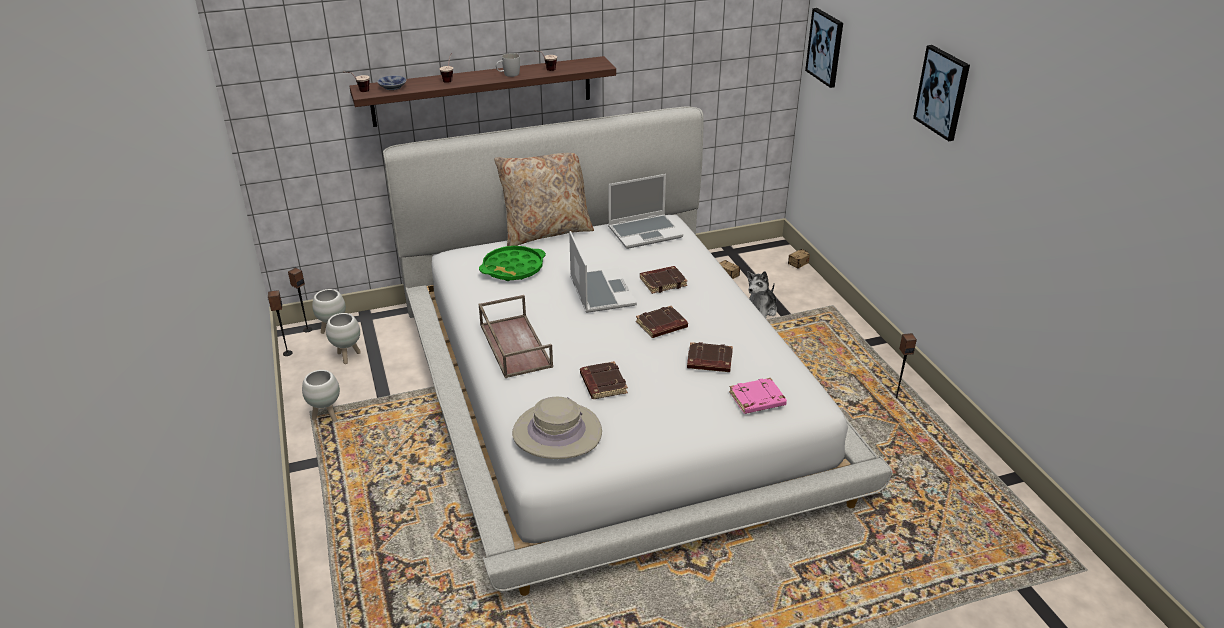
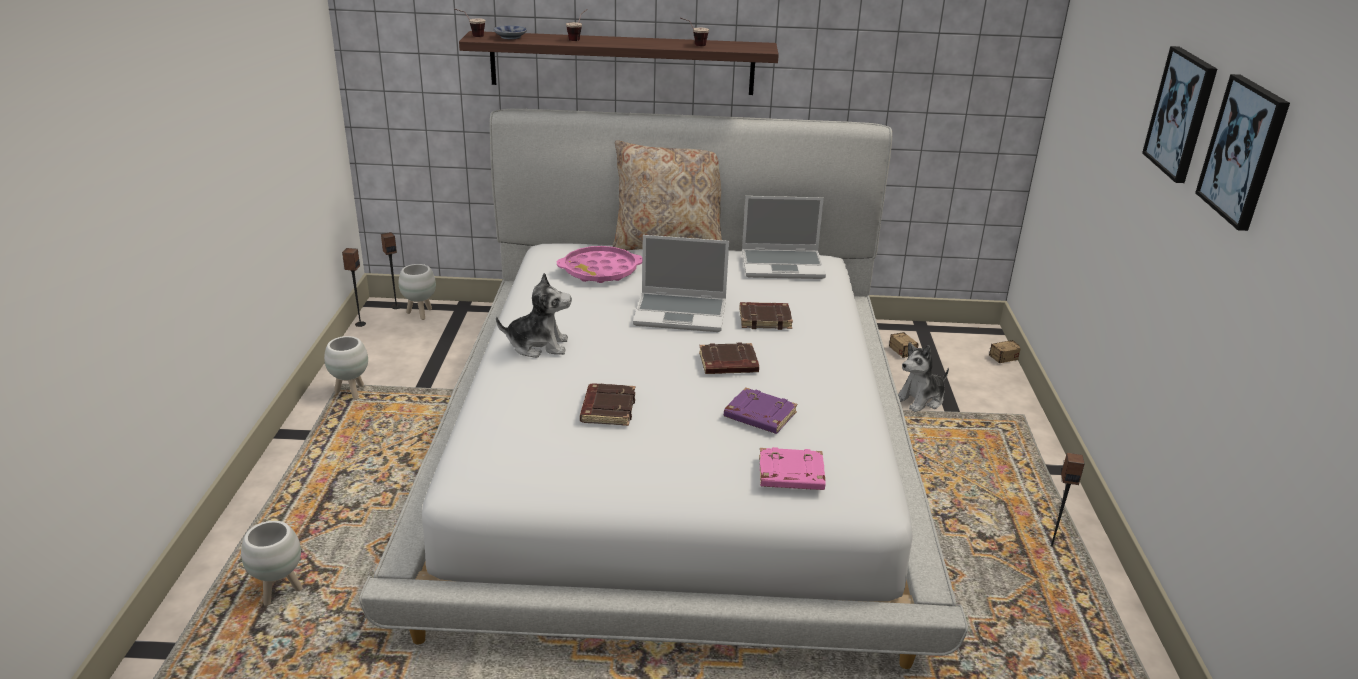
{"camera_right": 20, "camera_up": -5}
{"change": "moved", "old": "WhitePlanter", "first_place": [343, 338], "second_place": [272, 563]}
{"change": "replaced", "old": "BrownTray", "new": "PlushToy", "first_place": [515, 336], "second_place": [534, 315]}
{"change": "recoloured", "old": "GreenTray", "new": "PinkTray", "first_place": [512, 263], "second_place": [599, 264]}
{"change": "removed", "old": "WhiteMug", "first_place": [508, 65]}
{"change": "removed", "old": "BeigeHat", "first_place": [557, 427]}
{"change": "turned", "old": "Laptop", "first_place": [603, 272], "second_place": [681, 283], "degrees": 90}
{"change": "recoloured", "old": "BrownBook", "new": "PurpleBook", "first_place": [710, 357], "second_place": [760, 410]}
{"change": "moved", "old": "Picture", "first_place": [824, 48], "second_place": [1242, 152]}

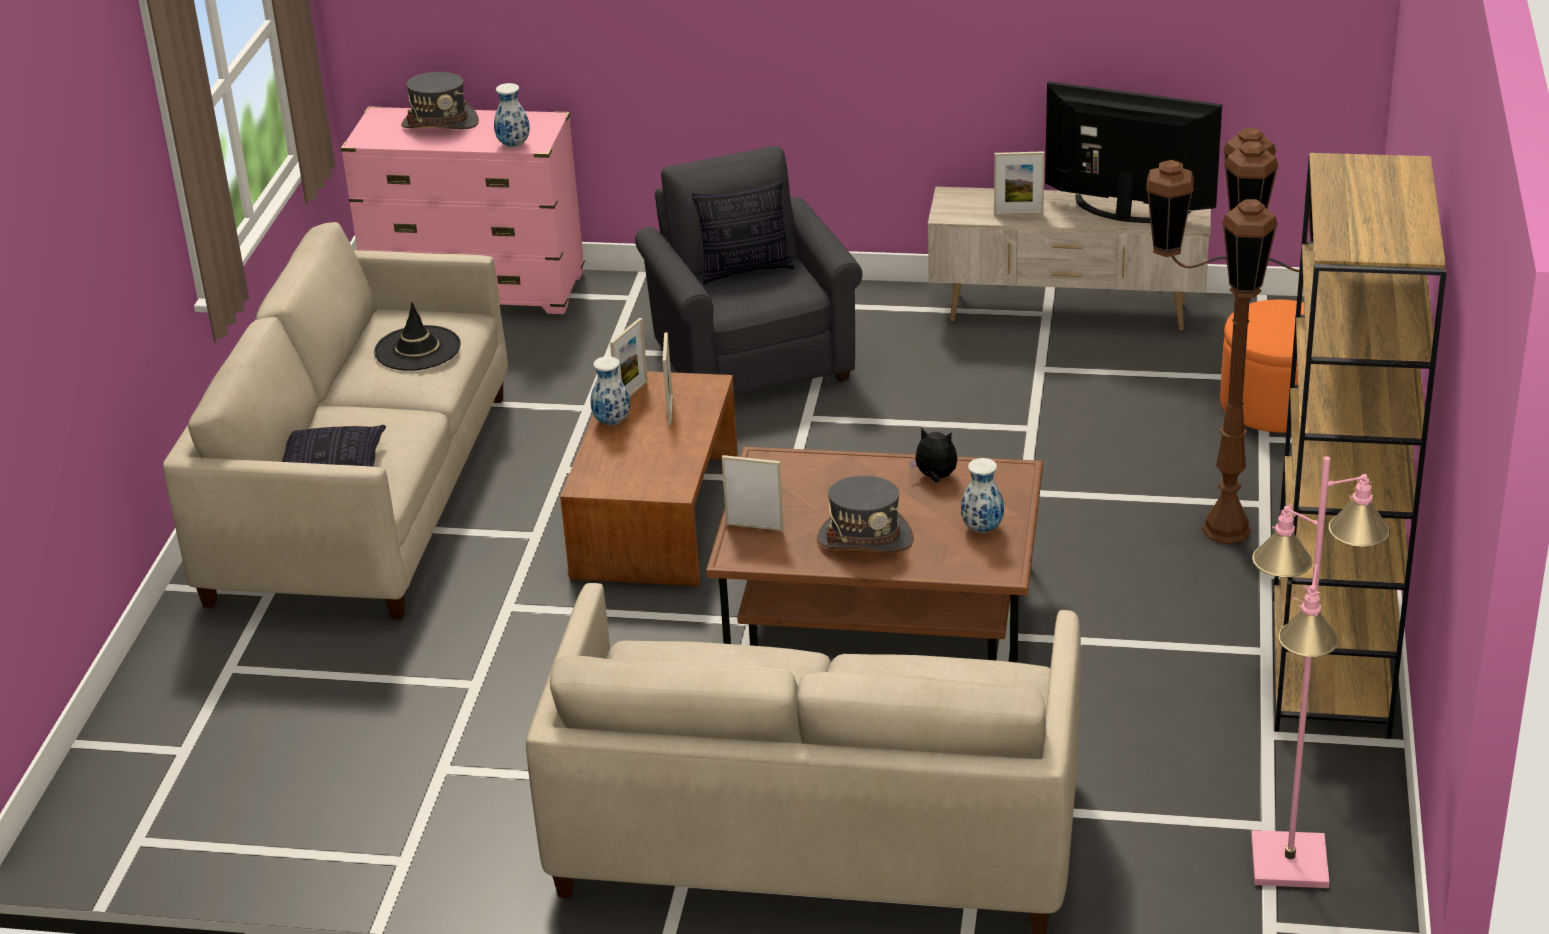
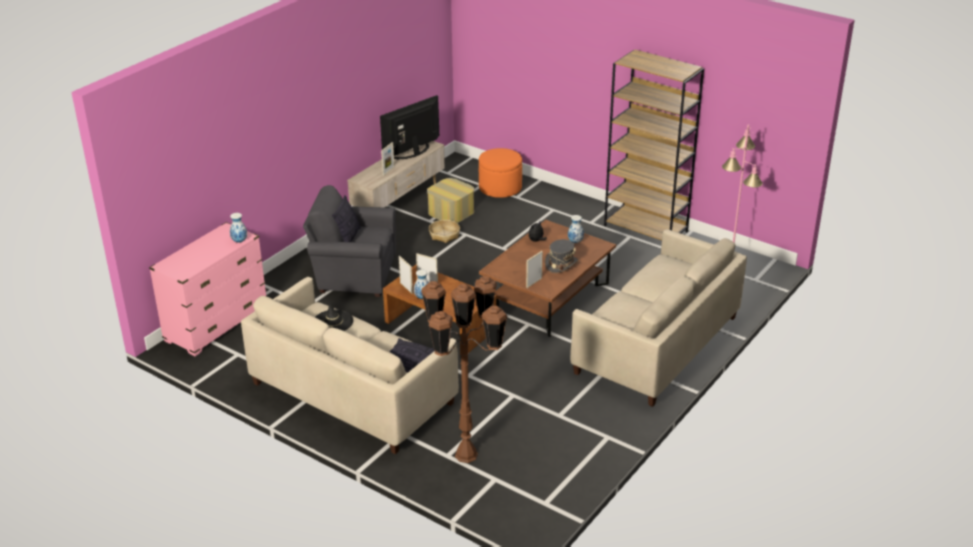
{"camera_right": -65, "camera_up": 0}
{"change": "removed", "old": "GreyHat", "first_place": [440, 100]}
{"change": "moved", "old": "BrownFloorLamp", "first_place": [1229, 336], "second_place": [464, 369]}
{"change": "added", "new": "Ottoman", "second_place": [450, 200]}
{"change": "added", "new": "Basket", "second_place": [444, 231]}

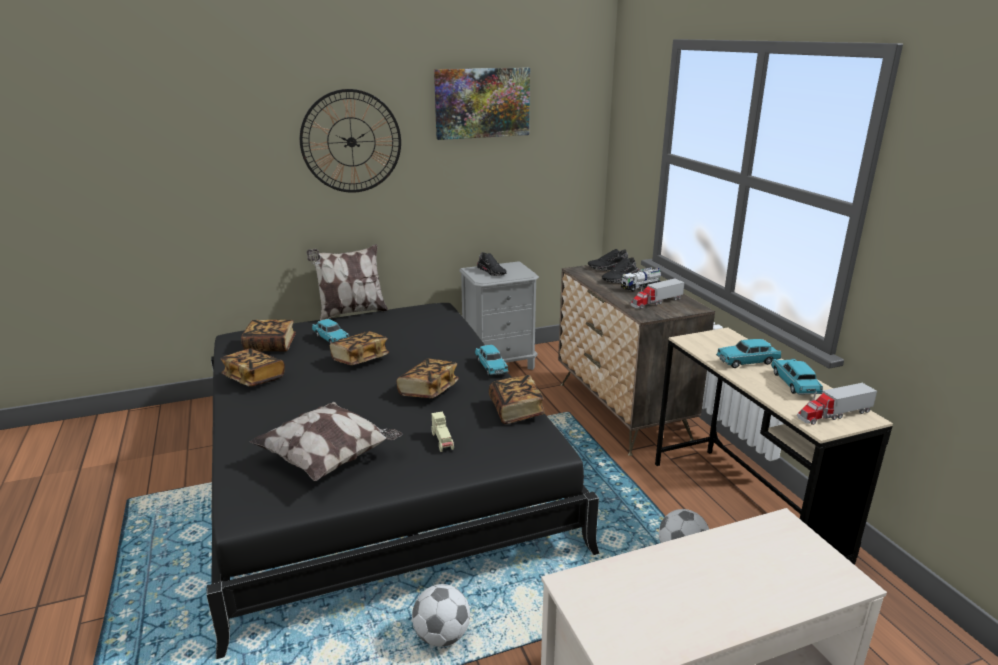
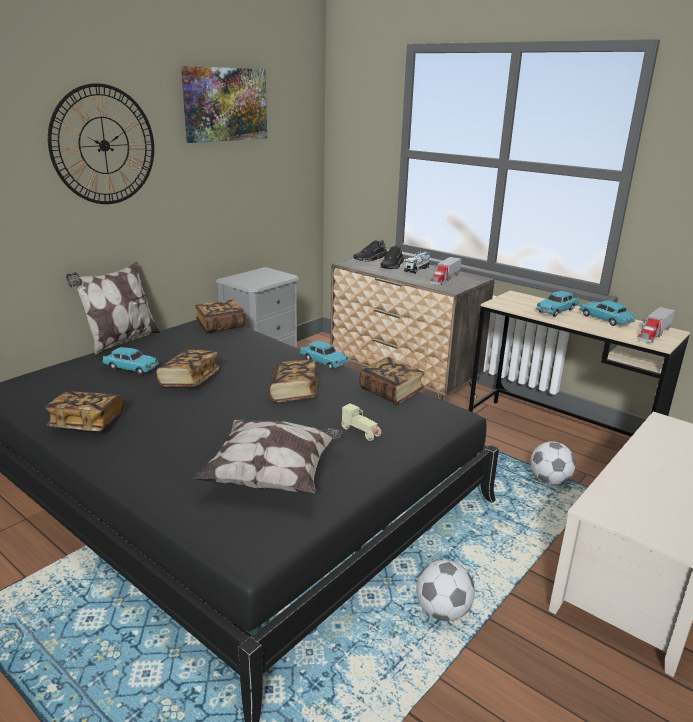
{"camera_right": -30, "camera_up": 0}
{"change": "moved", "old": "Book", "first_place": [268, 336], "second_place": [220, 316]}
{"change": "removed", "old": "BlackShoe", "first_place": [492, 264]}

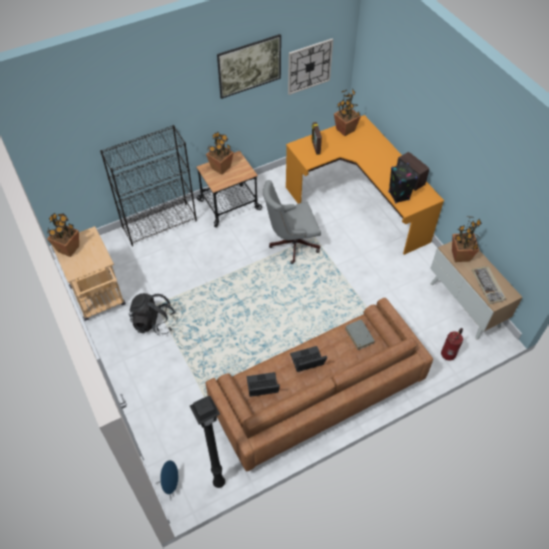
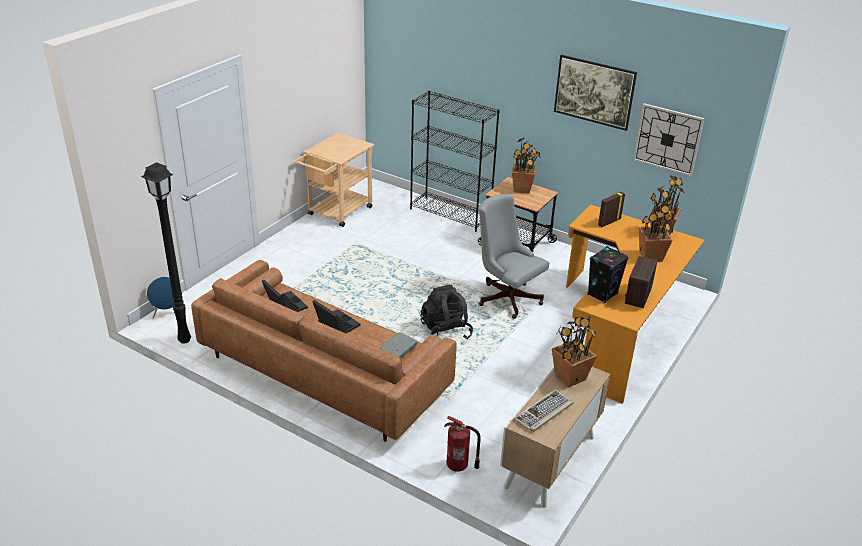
{"camera_right": 60, "camera_up": -20}
{"change": "moved", "old": "PottedPlant", "first_place": [63, 235], "second_place": [656, 231]}
{"change": "moved", "old": "BlackBackpack", "first_place": [152, 314], "second_place": [446, 312]}

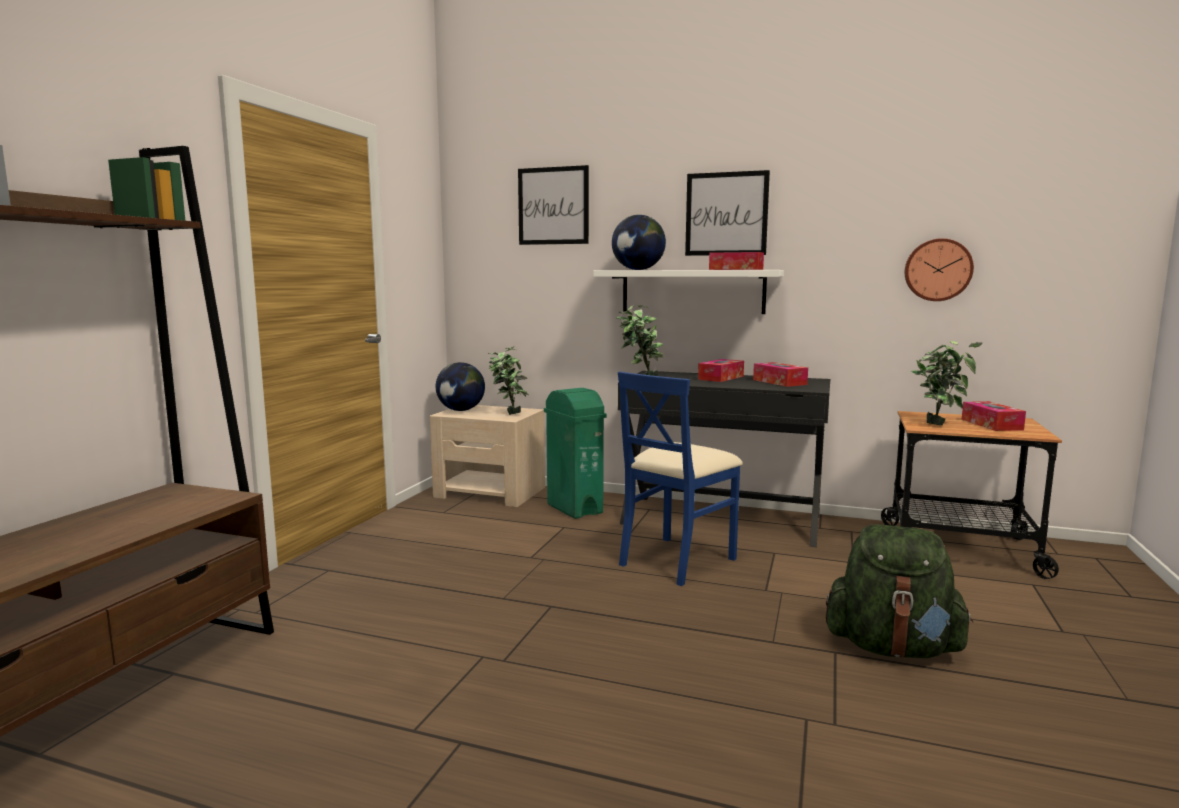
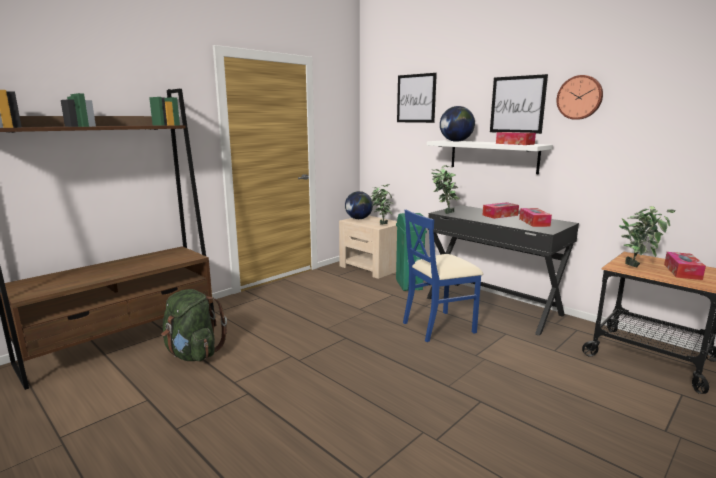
{"camera_right": 25, "camera_up": 5}
{"change": "moved", "old": "GreenBackpack", "first_place": [899, 591], "second_place": [194, 325]}
{"change": "moved", "old": "WallClock", "first_place": [939, 269], "second_place": [580, 97]}

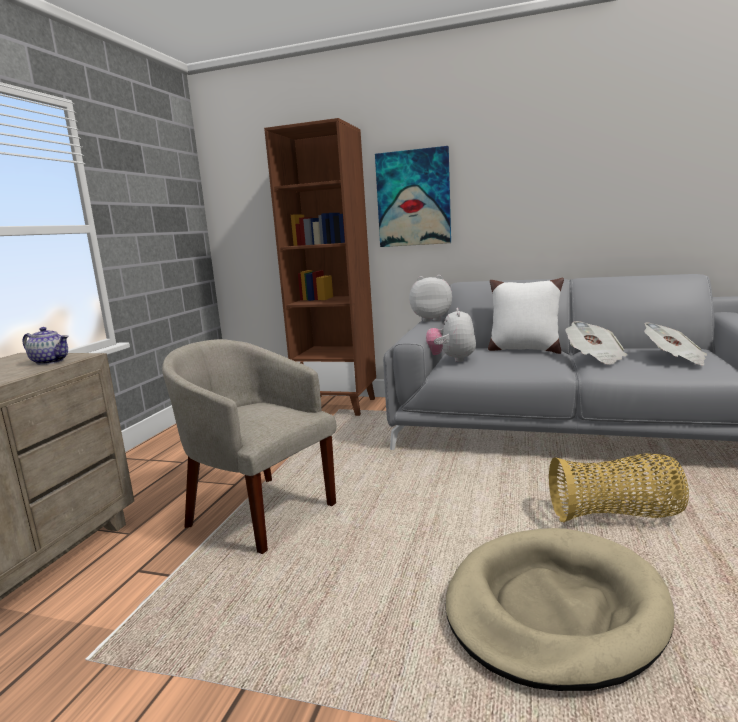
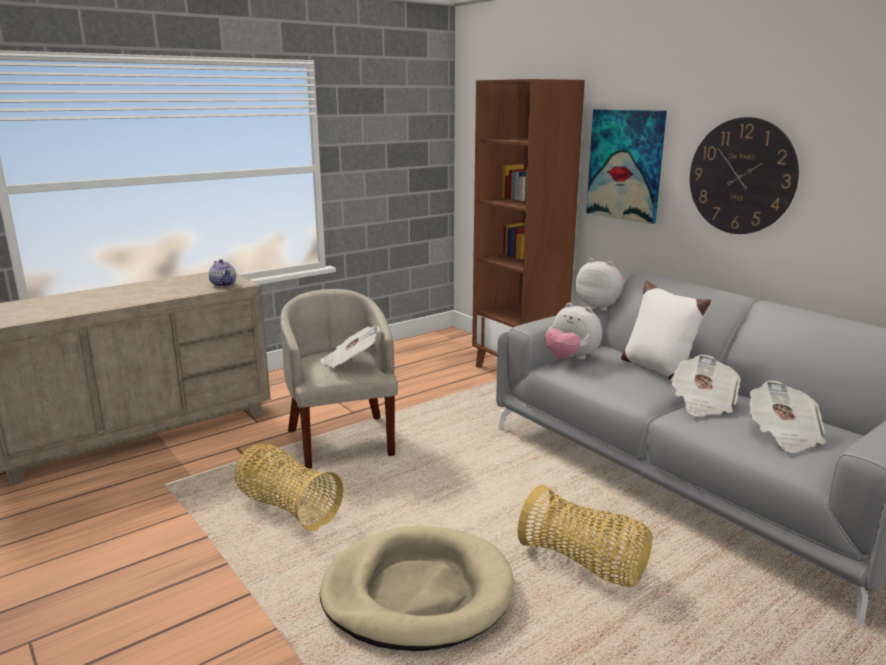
{"camera_right": 35, "camera_up": 5}
{"change": "turned", "old": "PlushToy", "first_place": [451, 335], "second_place": [573, 331], "degrees": -90}
{"change": "added", "new": "Basket", "second_place": [288, 487]}
{"change": "added", "new": "Newspaper", "second_place": [350, 347]}
{"change": "added", "new": "WallClock", "second_place": [744, 175]}

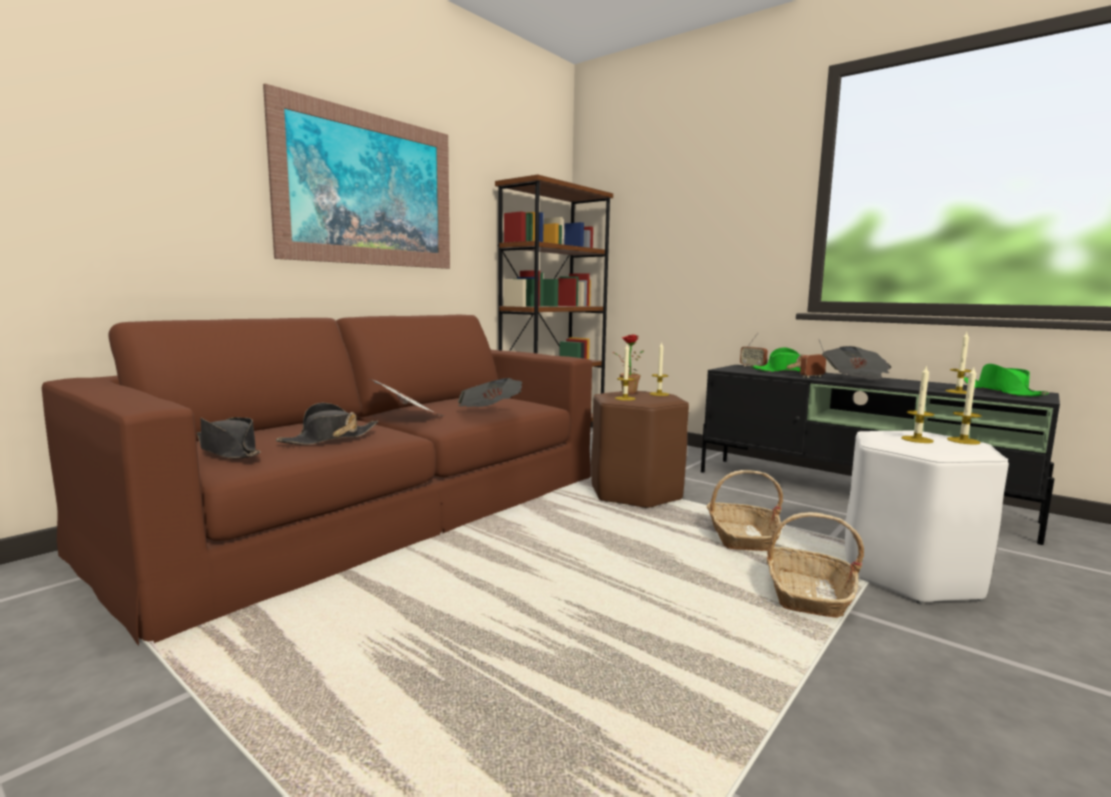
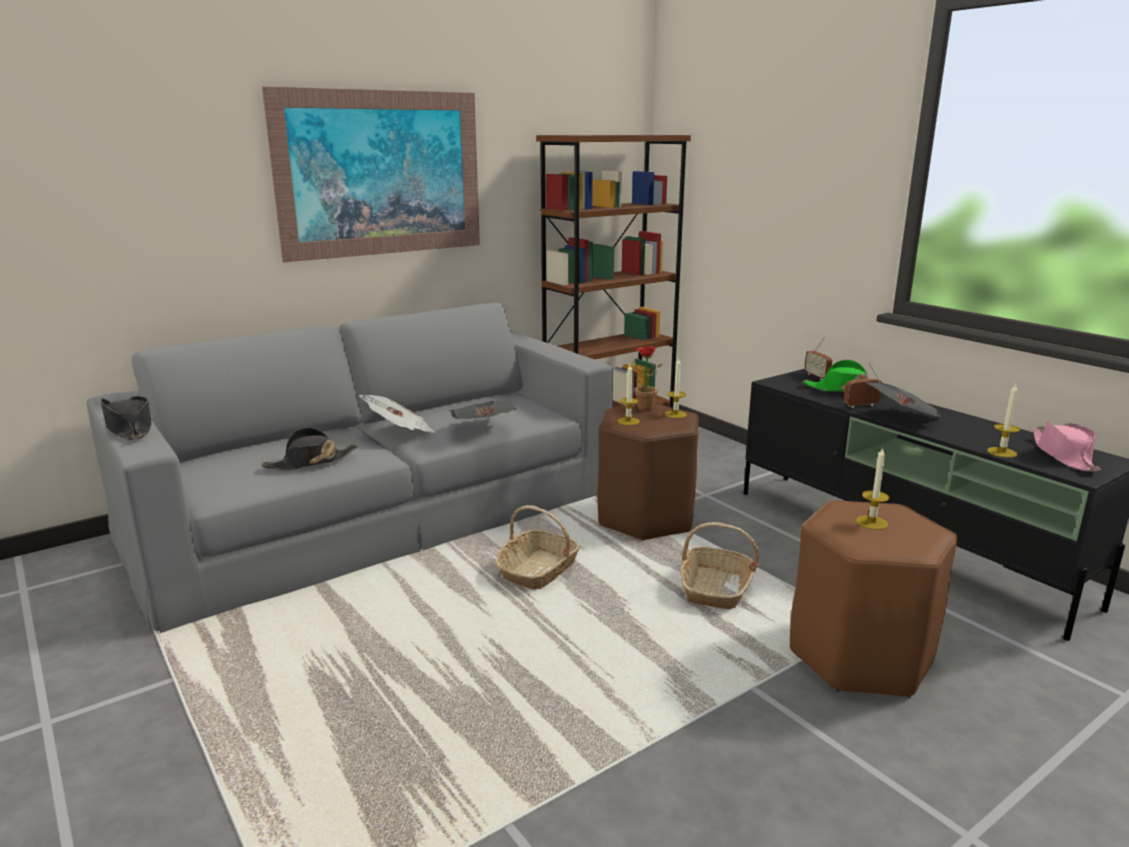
{"camera_right": 15, "camera_up": 10}
{"change": "recoloured", "old": "BrownSofa", "new": "GreySofa", "first_place": [317, 480], "second_place": [350, 468]}
{"change": "moved", "old": "BlackHat", "first_place": [228, 438], "second_place": [126, 418]}
{"change": "moved", "old": "Basket", "first_place": [815, 565], "second_place": [537, 547]}
{"change": "recoloured", "old": "WhiteStool", "new": "BrownStool", "first_place": [927, 517], "second_place": [874, 599]}
{"change": "removed", "old": "Candle", "first_place": [964, 405]}
{"change": "recoloured", "old": "GreenHat", "new": "PinkHat", "first_place": [1006, 380], "second_place": [1067, 446]}

